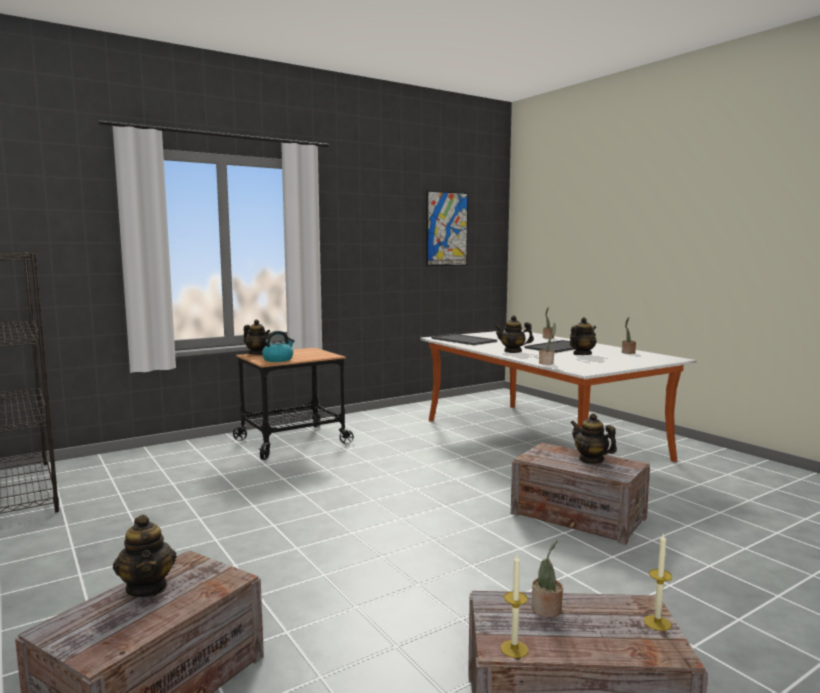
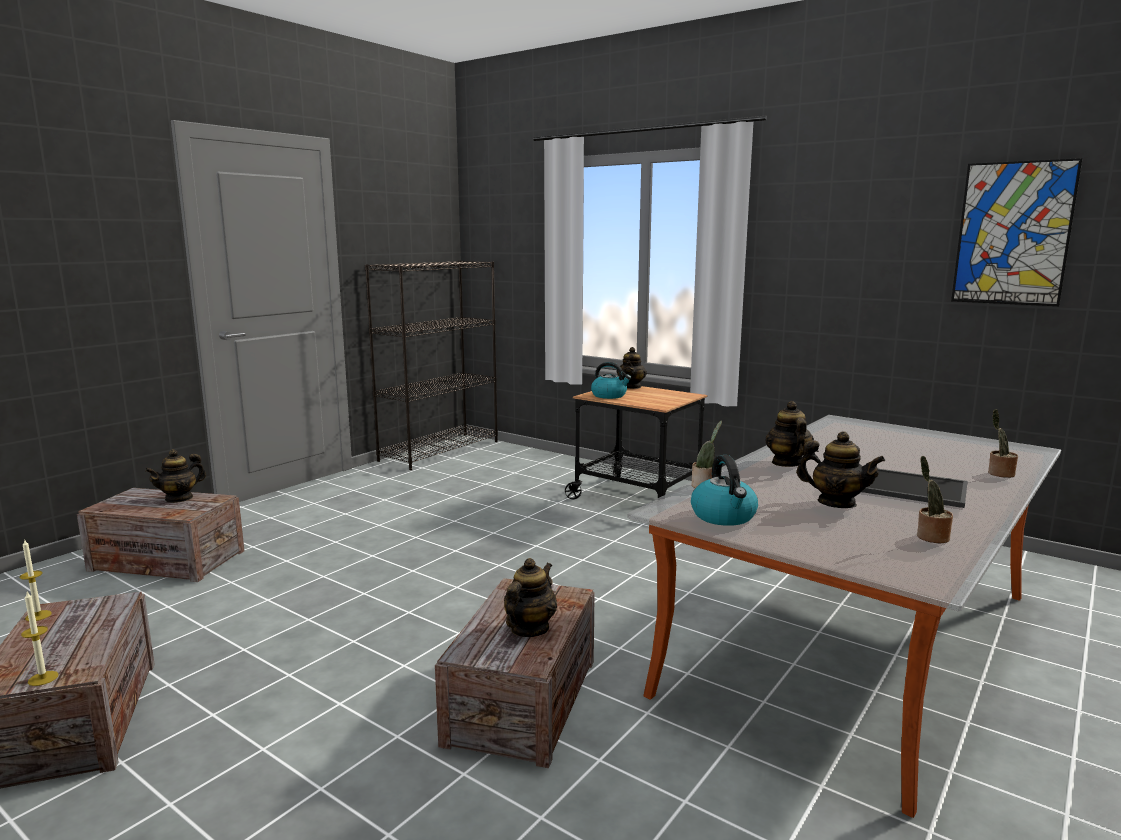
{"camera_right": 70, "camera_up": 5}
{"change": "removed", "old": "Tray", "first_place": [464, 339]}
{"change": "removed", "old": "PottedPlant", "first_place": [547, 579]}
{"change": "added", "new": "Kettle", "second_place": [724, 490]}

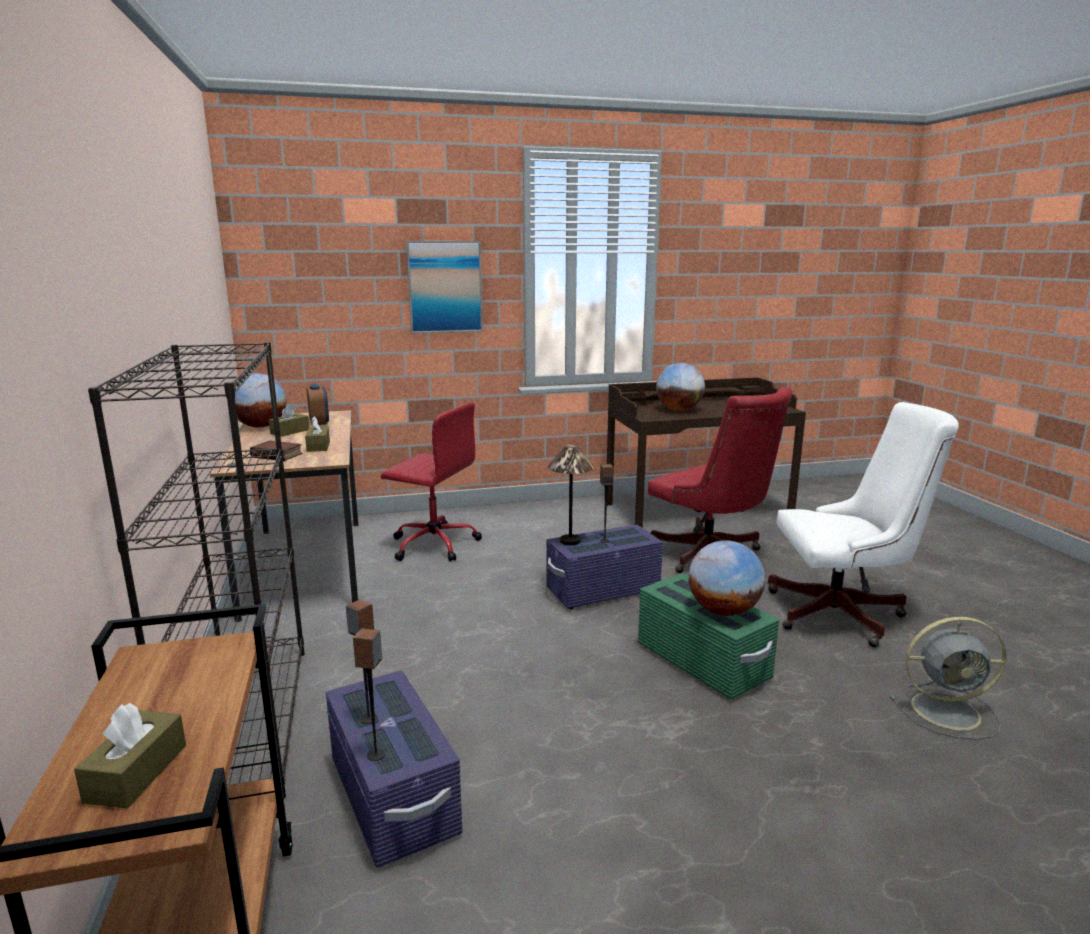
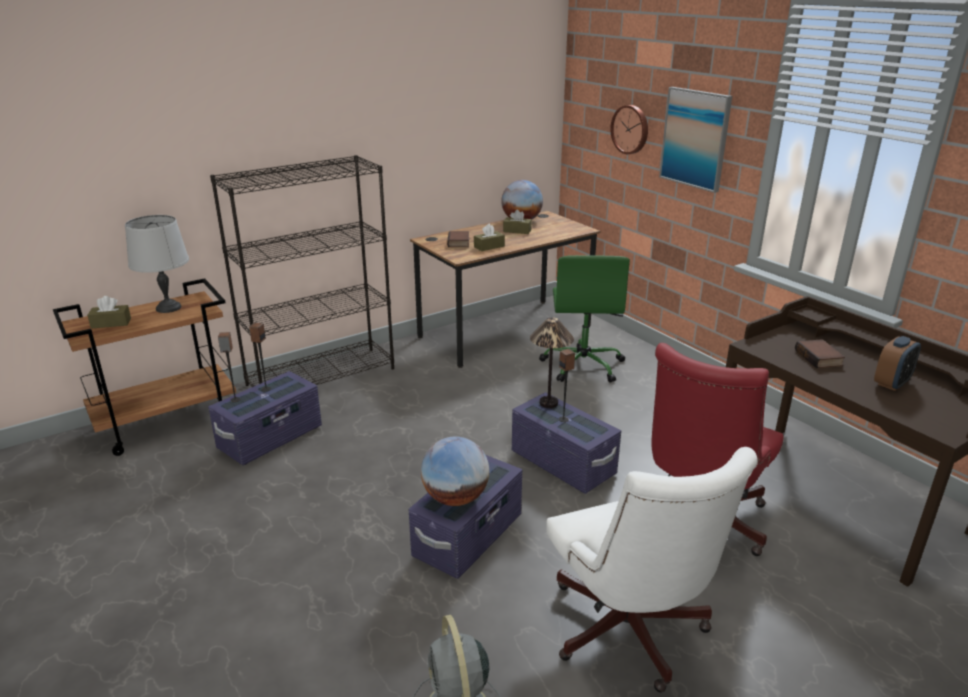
{"camera_right": 70, "camera_up": 10}
{"change": "moved", "old": "AlarmClock", "first_place": [317, 404], "second_place": [897, 363]}
{"change": "recoloured", "old": "RedOfficeChair", "new": "GreenOfficeChair", "first_place": [431, 482], "second_place": [584, 319]}
{"change": "recoloured", "old": "GreenStorageBox", "new": "PurpleStorageBox", "first_place": [708, 636], "second_place": [465, 517]}
{"change": "replaced", "old": "Globe", "new": "Book", "first_place": [680, 387], "second_place": [820, 353]}
{"change": "added", "new": "GreyTableLamp", "second_place": [157, 264]}
{"change": "added", "new": "WallClock", "second_place": [629, 129]}

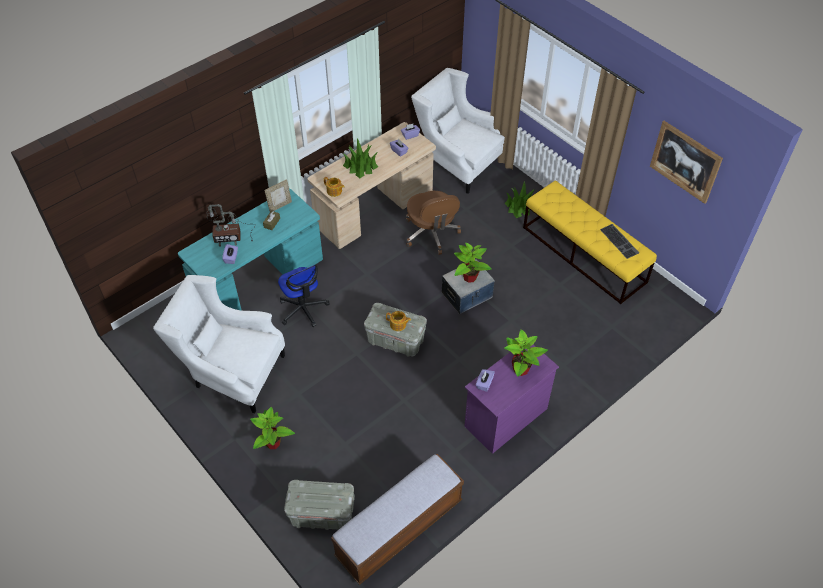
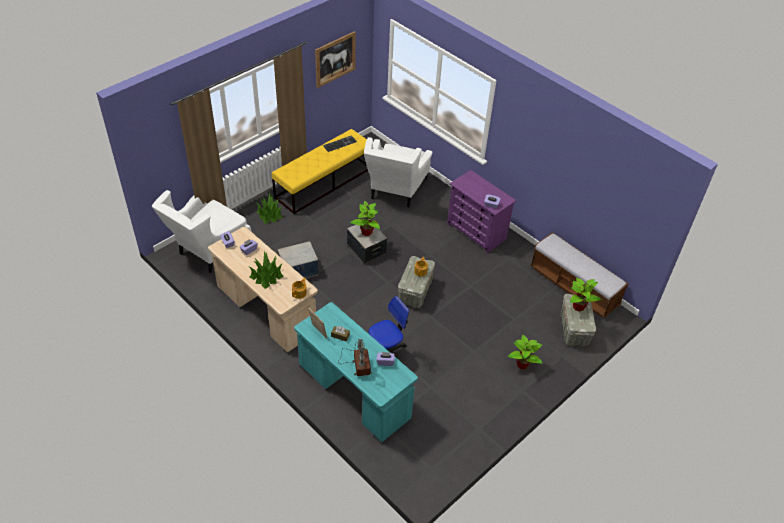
{"camera_right": -95, "camera_up": -5}
{"change": "moved", "old": "WhiteArmchair", "first_place": [219, 344], "second_place": [398, 172]}
{"change": "replaced", "old": "BrownOfficeChair", "new": "StorageBox", "first_place": [433, 223], "second_place": [298, 259]}
{"change": "moved", "old": "PottedPlant", "first_place": [526, 353], "second_place": [585, 295]}

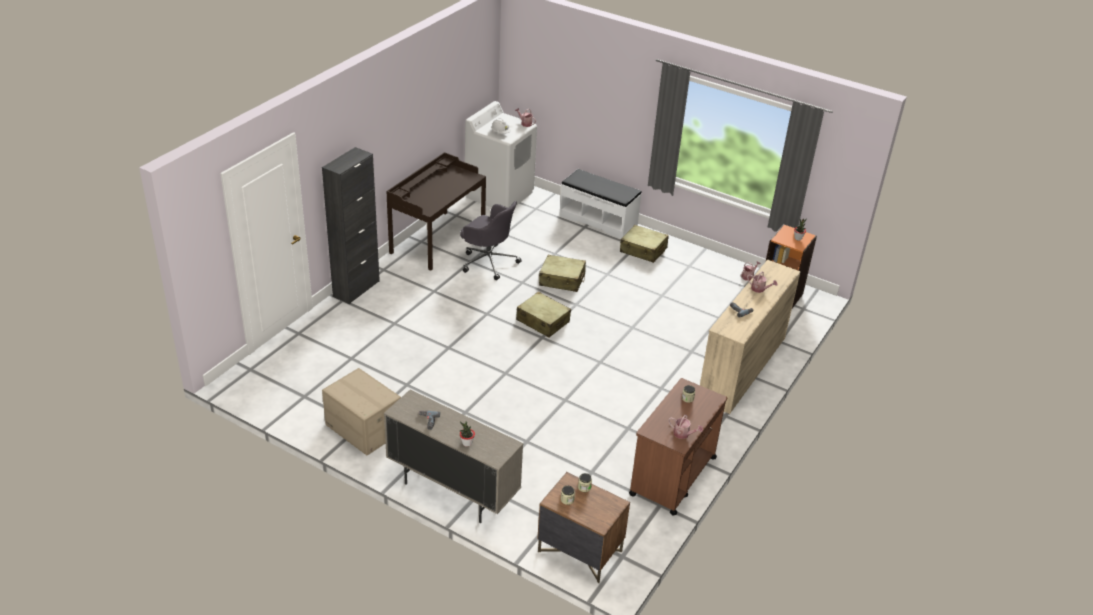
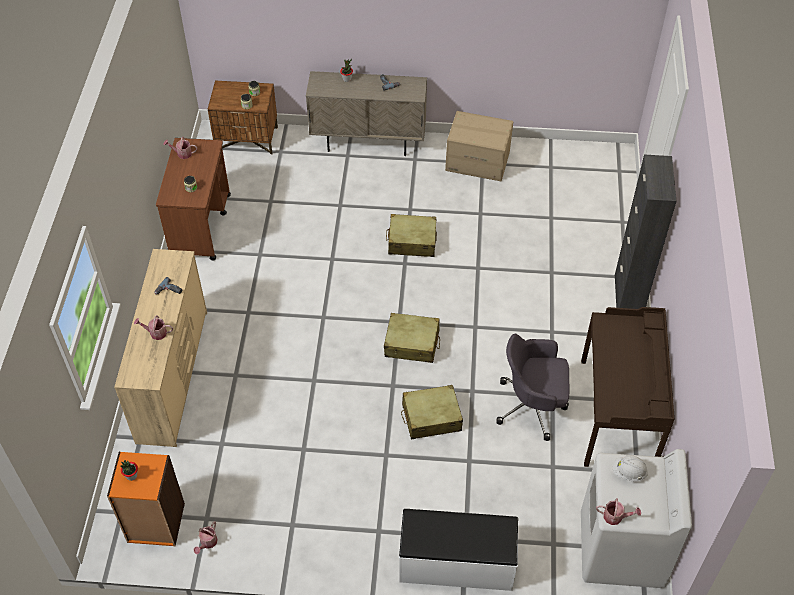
{"camera_right": 155, "camera_up": 15}
{"change": "moved", "old": "BeigeSuitcase", "first_place": [644, 244], "second_place": [411, 235]}

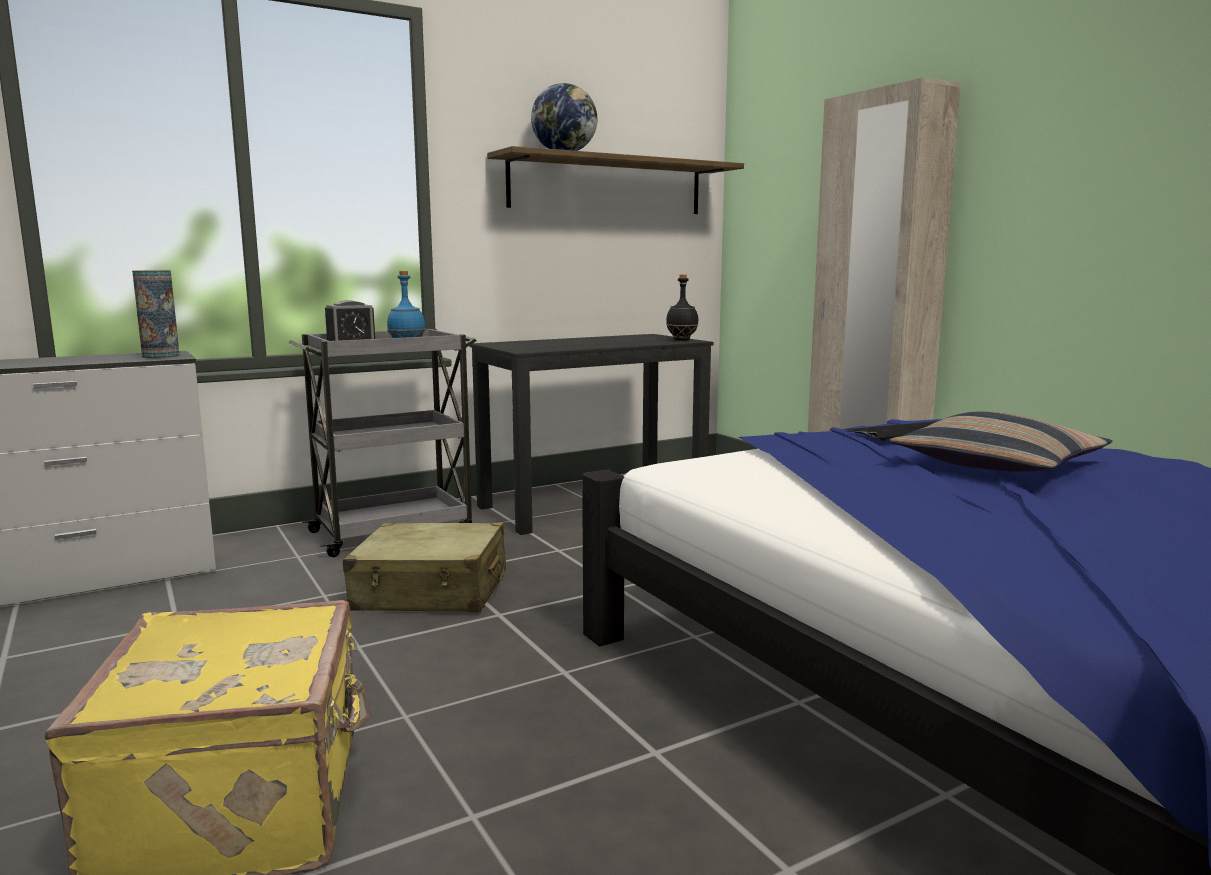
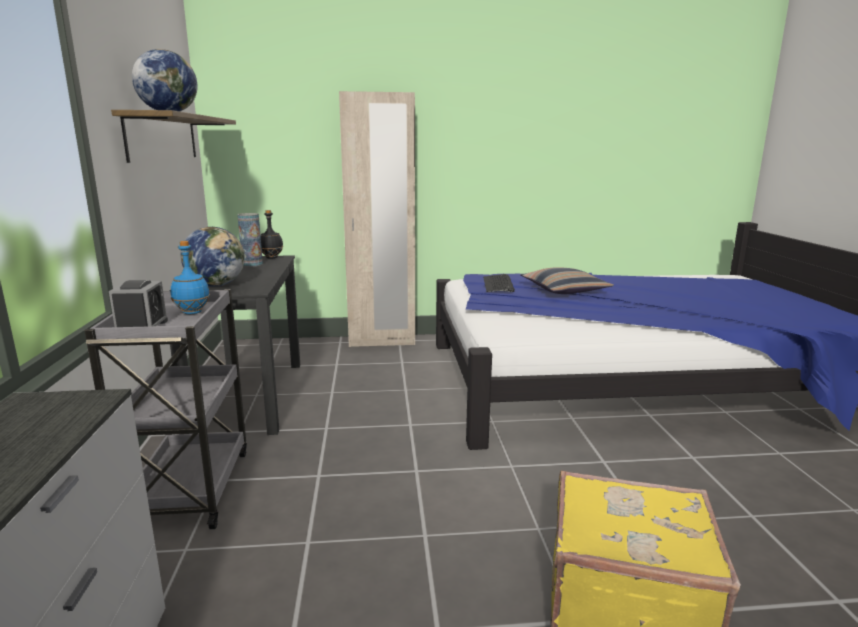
{"camera_right": -65, "camera_up": 5}
{"change": "moved", "old": "Vase", "first_place": [156, 314], "second_place": [250, 240]}
{"change": "removed", "old": "BeigeSuitcase", "first_place": [424, 567]}
{"change": "added", "new": "Globe", "second_place": [212, 256]}

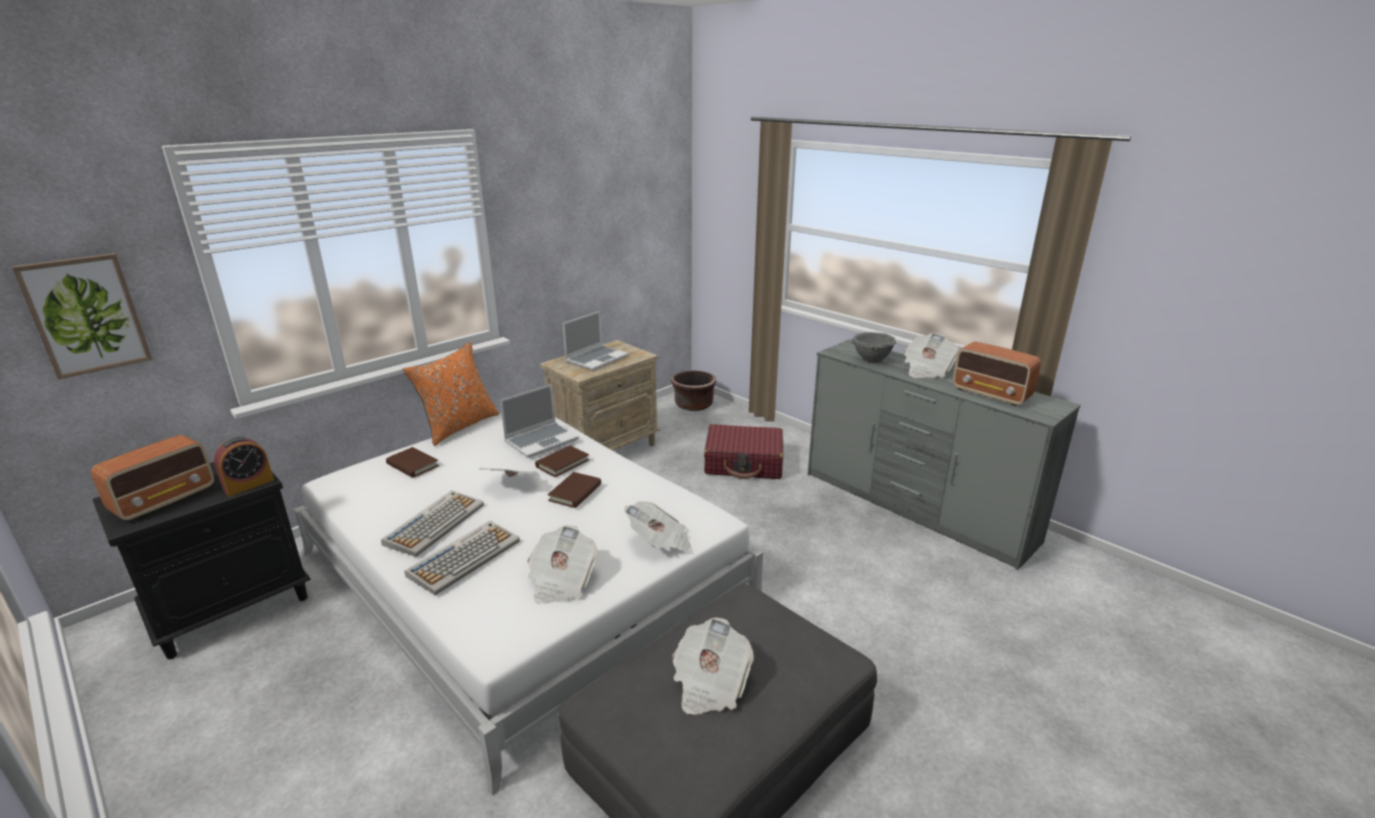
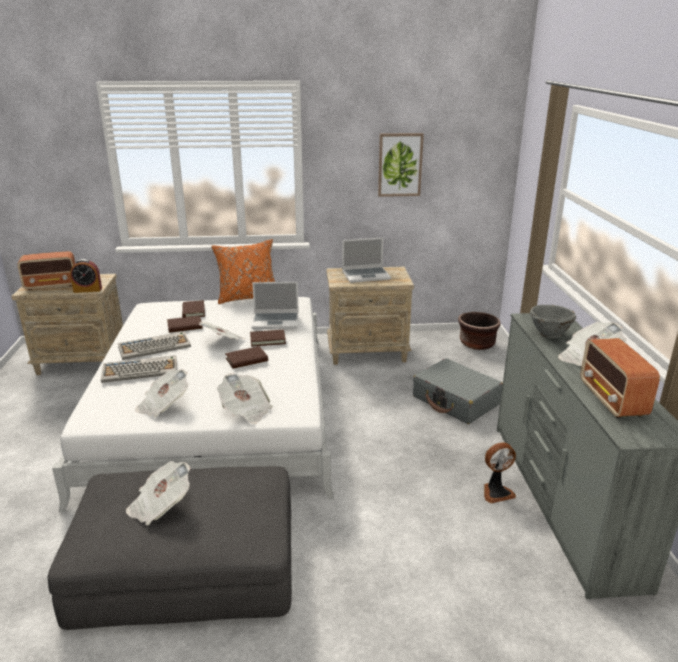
{"camera_right": 40, "camera_up": 0}
{"change": "moved", "old": "Picture", "first_place": [82, 316], "second_place": [401, 165]}
{"change": "recoloured", "old": "BlackNightstand", "new": "BeigeNightstand", "first_place": [201, 560], "second_place": [67, 324]}
{"change": "recoloured", "old": "RedSuitcase", "new": "GreySuitcase", "first_place": [743, 451], "second_place": [458, 391]}
{"change": "added", "new": "BrownBook", "second_place": [185, 324]}
{"change": "added", "new": "Fan", "second_place": [500, 472]}

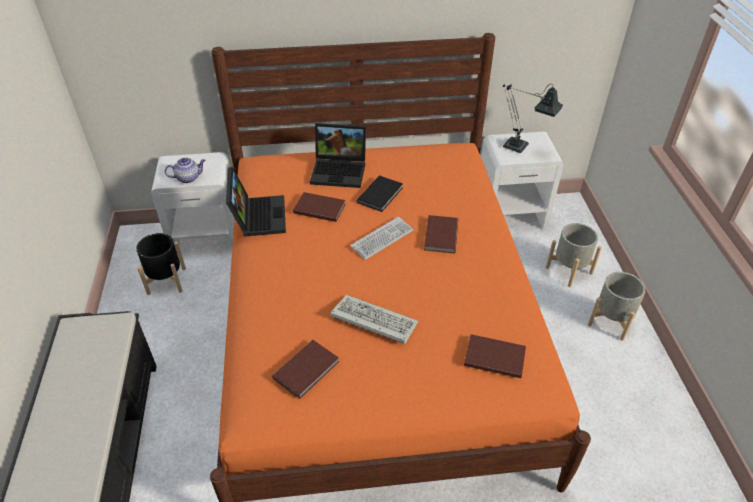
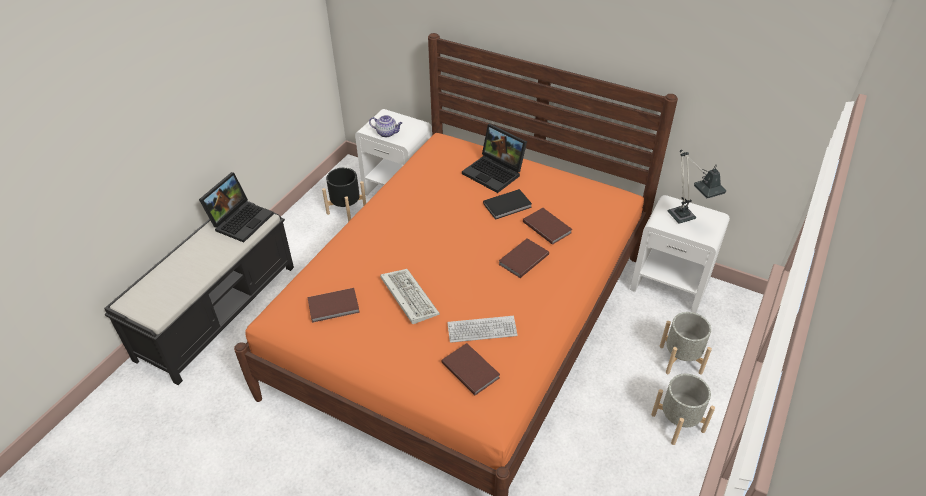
{"camera_right": 35, "camera_up": 0}
{"change": "moved", "old": "Laptop", "first_place": [256, 202], "second_place": [236, 207]}
{"change": "moved", "old": "BrownBook", "first_place": [319, 207], "second_place": [547, 226]}
{"change": "moved", "old": "Keyboard", "first_place": [382, 238], "second_place": [482, 329]}

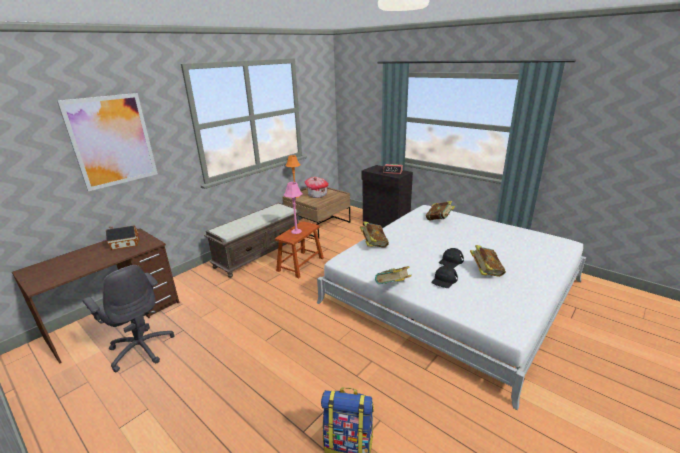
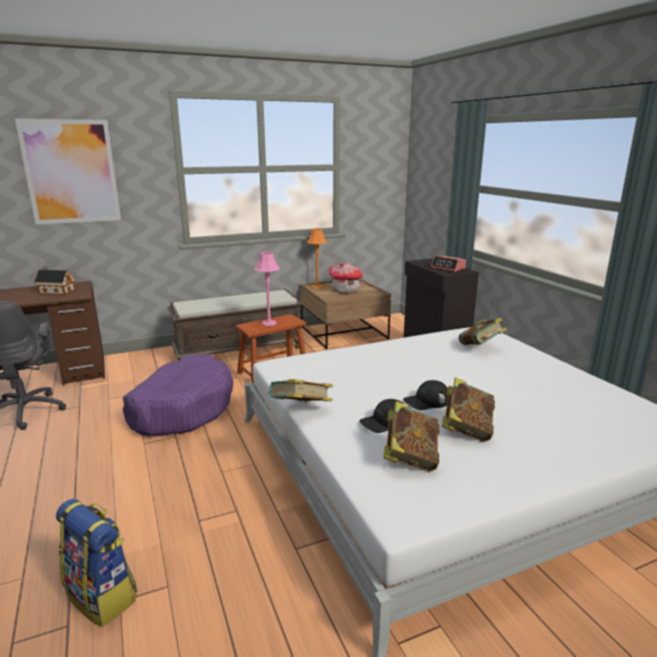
{"camera_right": 25, "camera_up": -5}
{"change": "moved", "old": "Book", "first_place": [374, 234], "second_place": [411, 436]}
{"change": "added", "new": "PurpleDogBed", "second_place": [178, 395]}

